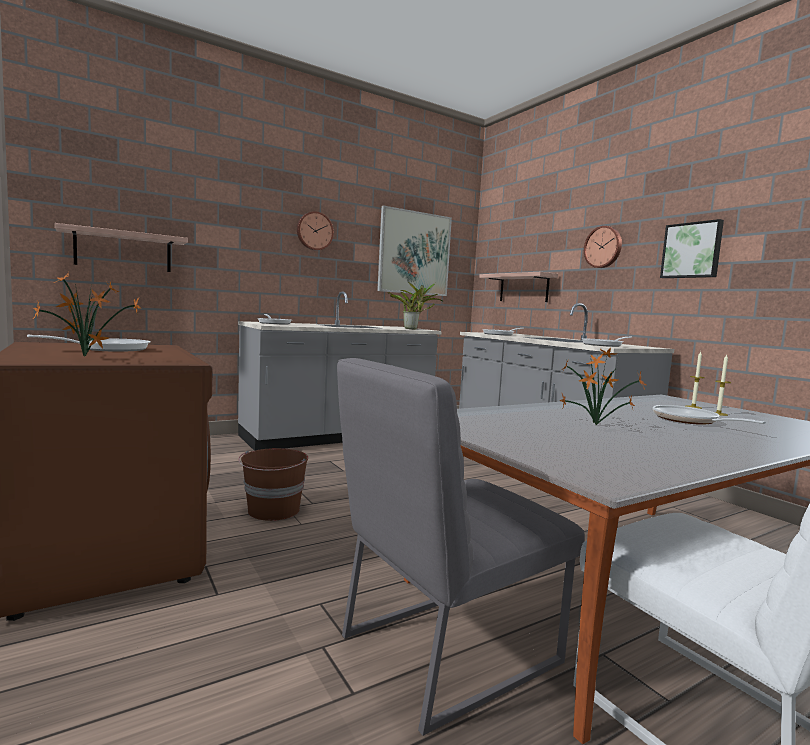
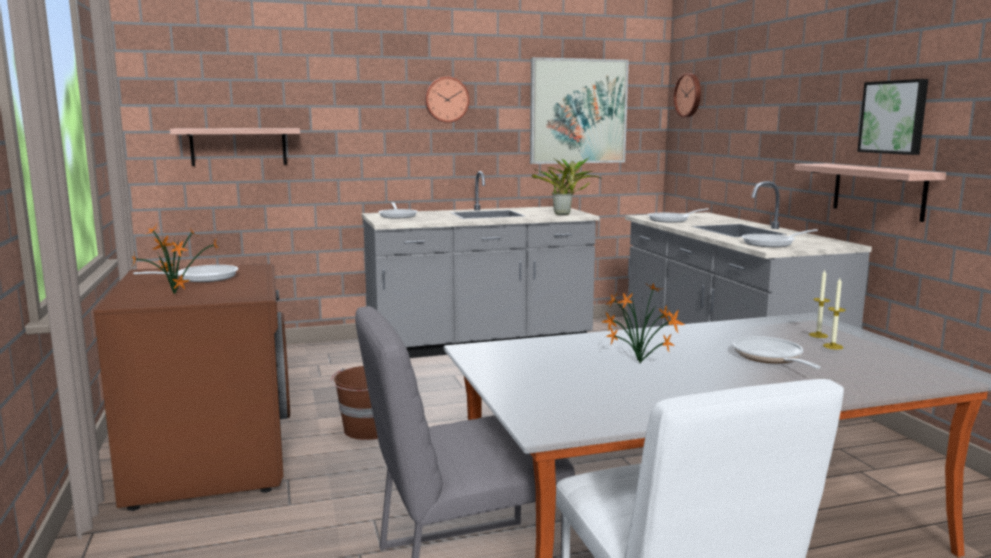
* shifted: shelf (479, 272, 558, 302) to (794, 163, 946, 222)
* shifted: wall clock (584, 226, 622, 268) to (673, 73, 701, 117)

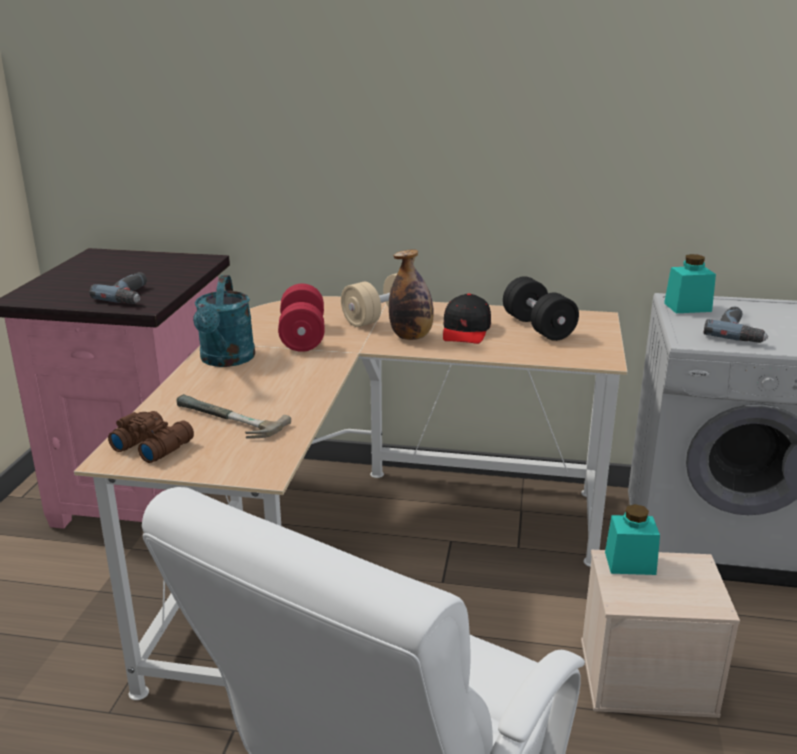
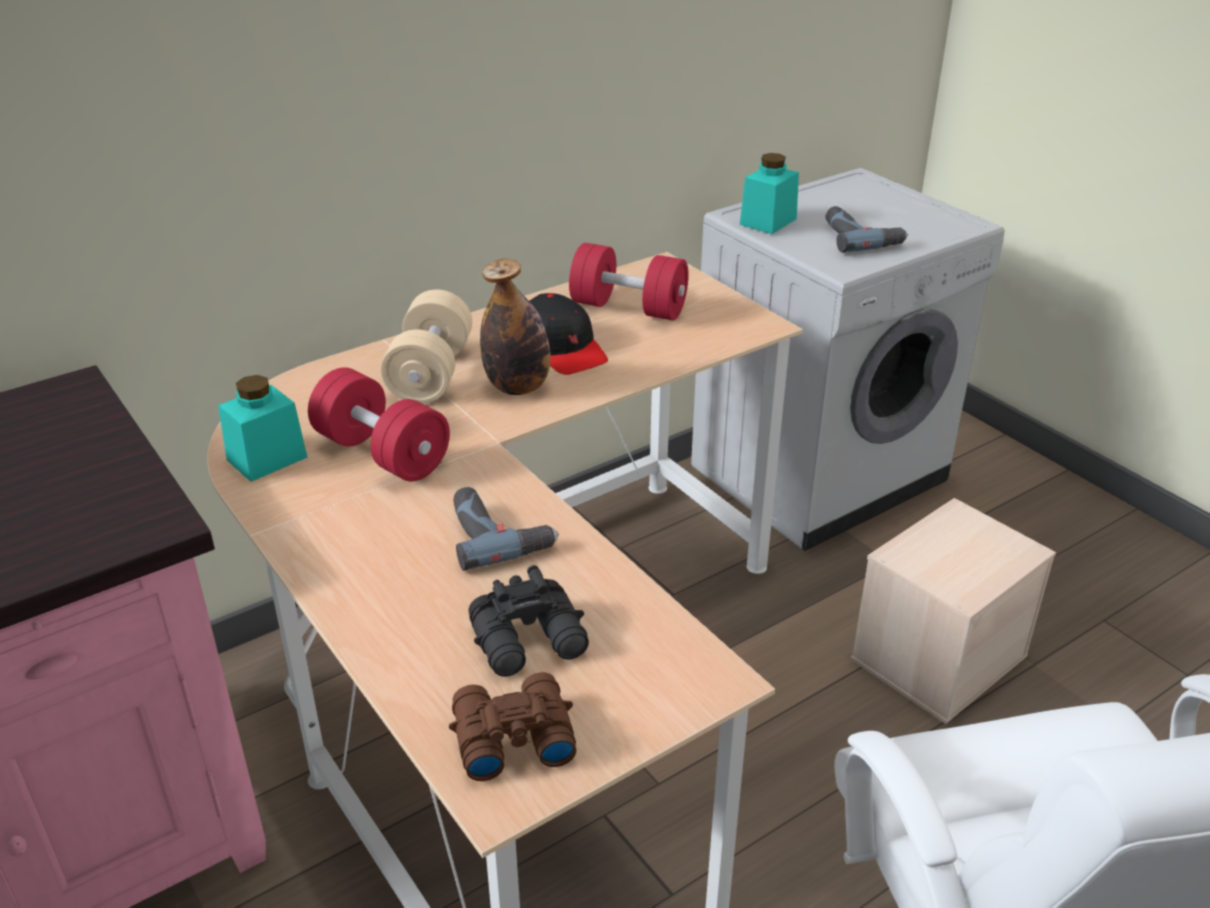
* shifted: power drill (89, 272, 147, 304) to (453, 487, 559, 570)
* swapped: hammer (177, 394, 291, 439) to black binoculars (468, 565, 589, 677)
* gone: turquoise watering can (193, 275, 255, 367)
* repainted: black dumbbell (503, 276, 579, 341) to red dumbbell (569, 243, 689, 320)
* shifted: turquoise jar (605, 504, 660, 575) to (218, 375, 308, 482)

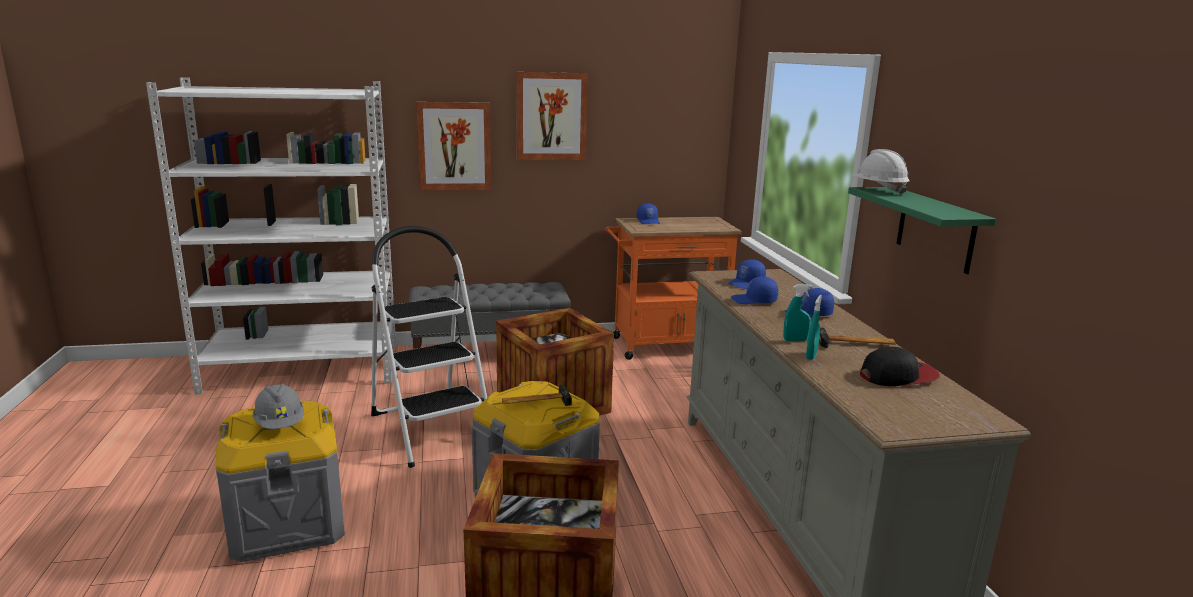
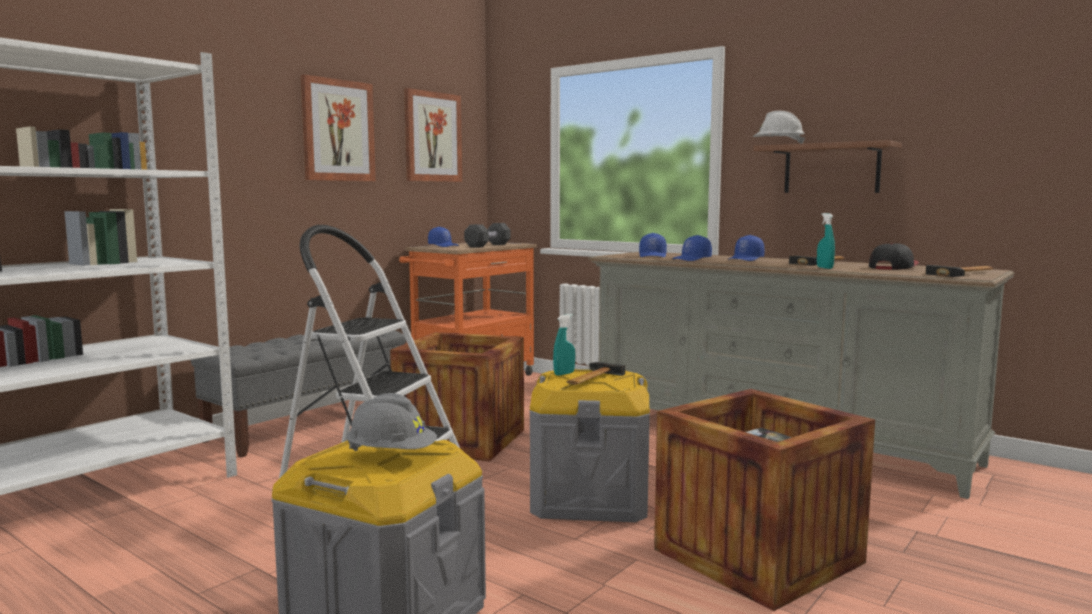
* shifted: picture (416, 102, 491, 190) to (404, 88, 462, 182)
* shifted: turquoise spray bottle (783, 284, 812, 342) to (553, 314, 575, 376)
* repainted: green shelf (848, 187, 996, 274) to brown shelf (754, 140, 902, 193)
* new: black dumbbell (464, 223, 510, 248)
* new: hammer (925, 265, 993, 277)

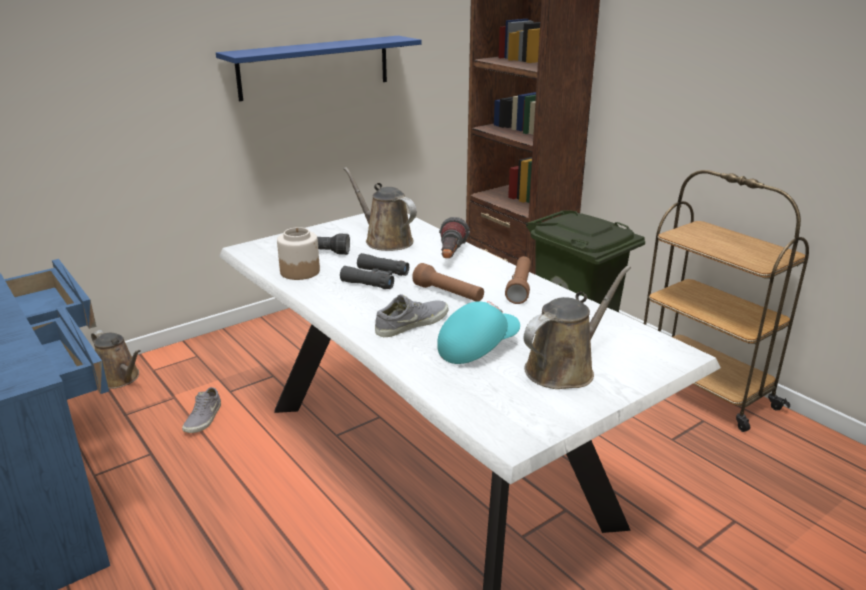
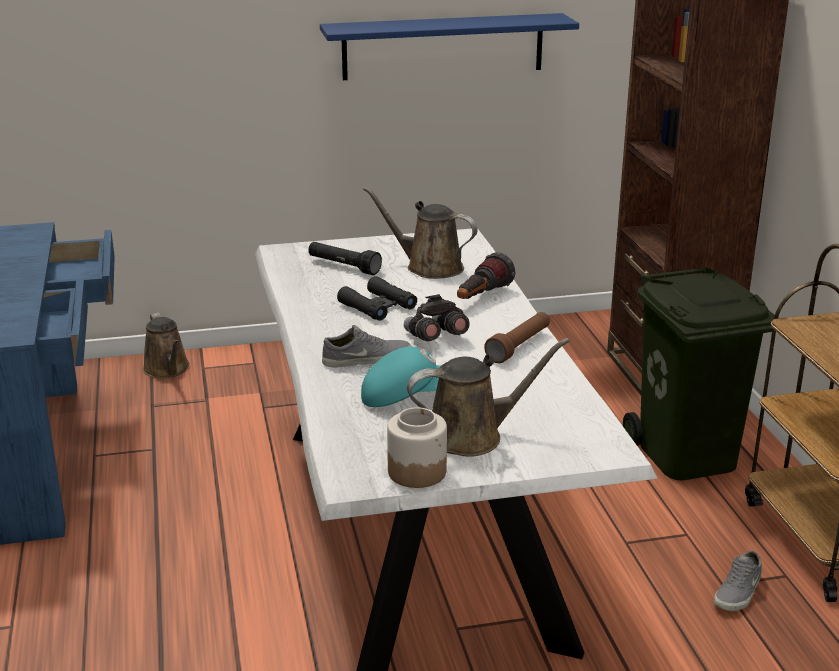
* shifted: grey shoe (182, 387, 221, 433) to (714, 551, 762, 611)
* shifted: jar (277, 227, 320, 280) to (387, 407, 447, 488)
* rotated: brown watering can (344, 167, 417, 251) = (363, 187, 478, 279) 45 degrees counterclockwise
* swapped: brown flashlight (412, 263, 484, 302) to grey binoculars (404, 294, 470, 341)

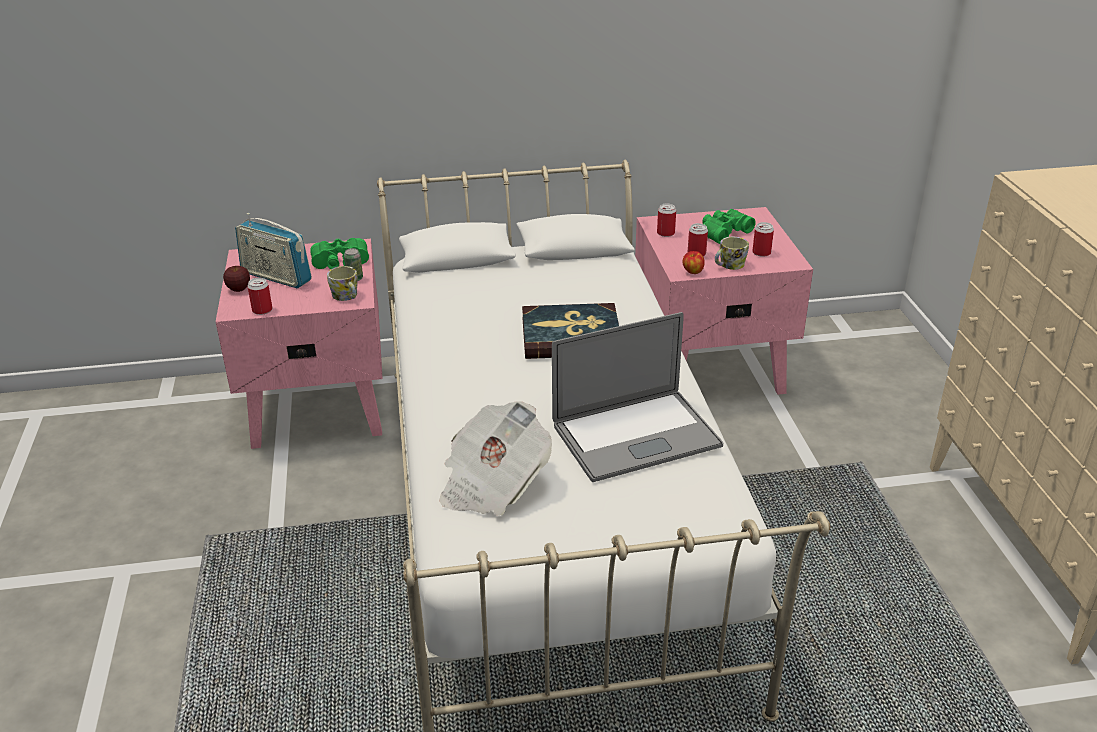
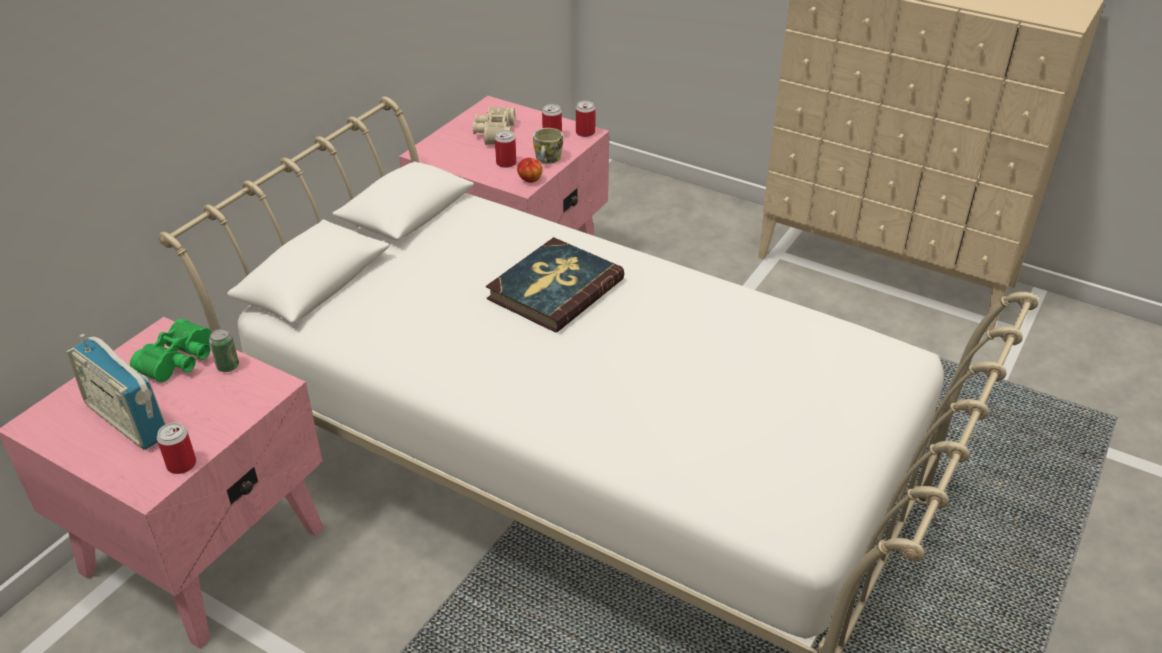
* gone: apple (223, 266, 250, 292)
* rotated: radio (235, 213, 312, 288) = (66, 334, 165, 450) 60 degrees clockwise
* gone: mug (327, 266, 358, 301)
* gone: newspaper (439, 401, 552, 516)
* gone: laptop (552, 312, 723, 482)
* shifted: can (657, 204, 676, 237) to (576, 101, 595, 137)
* repainted: green binoculars (702, 209, 756, 244) to beige binoculars (473, 107, 515, 145)

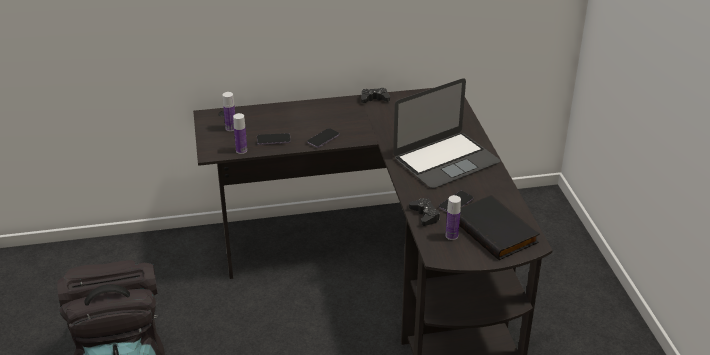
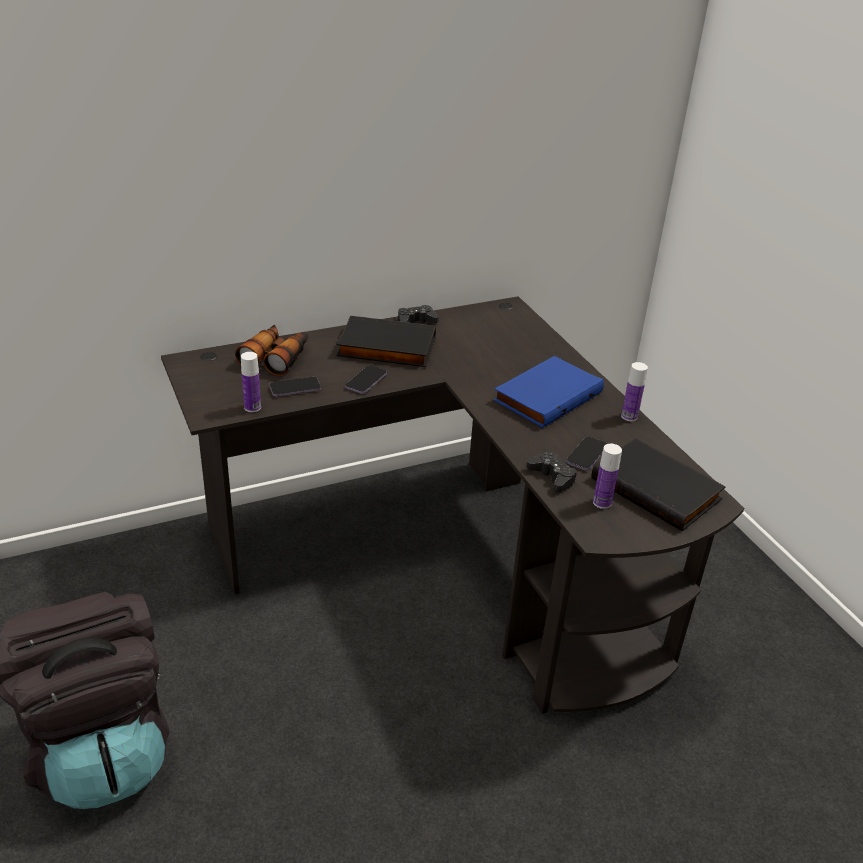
* shifted: bottle (223, 92, 235, 131) to (621, 362, 648, 421)
* swapped: laptop (393, 78, 500, 189) to blue book (493, 356, 604, 428)
* new: binoculars (235, 325, 308, 376)
* new: black book (337, 316, 436, 367)

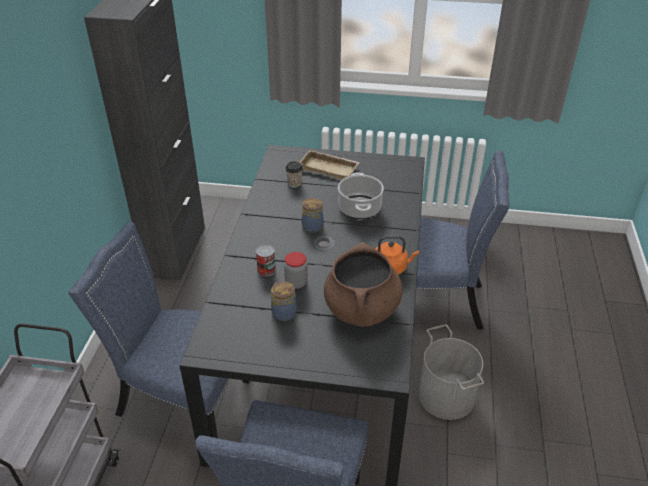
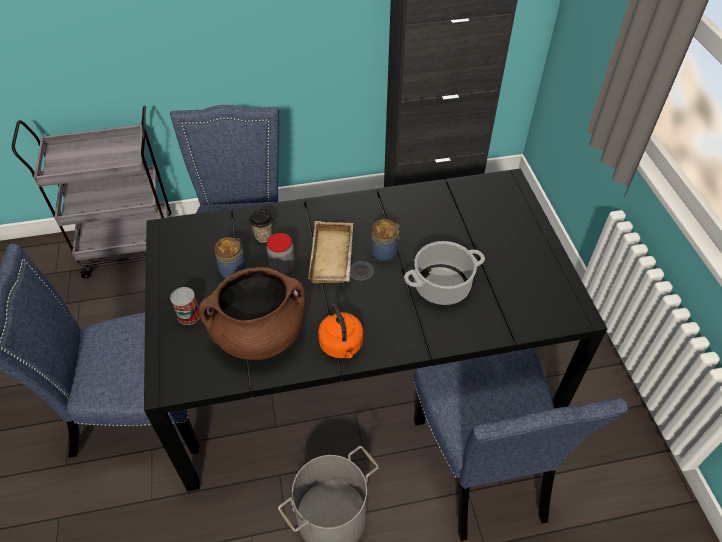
* shifted: can (256, 244, 276, 276) to (170, 287, 200, 325)
* shifted: cup (285, 161, 303, 188) to (249, 209, 273, 242)
* shifted: beige tray (299, 150, 360, 179) to (308, 221, 353, 284)

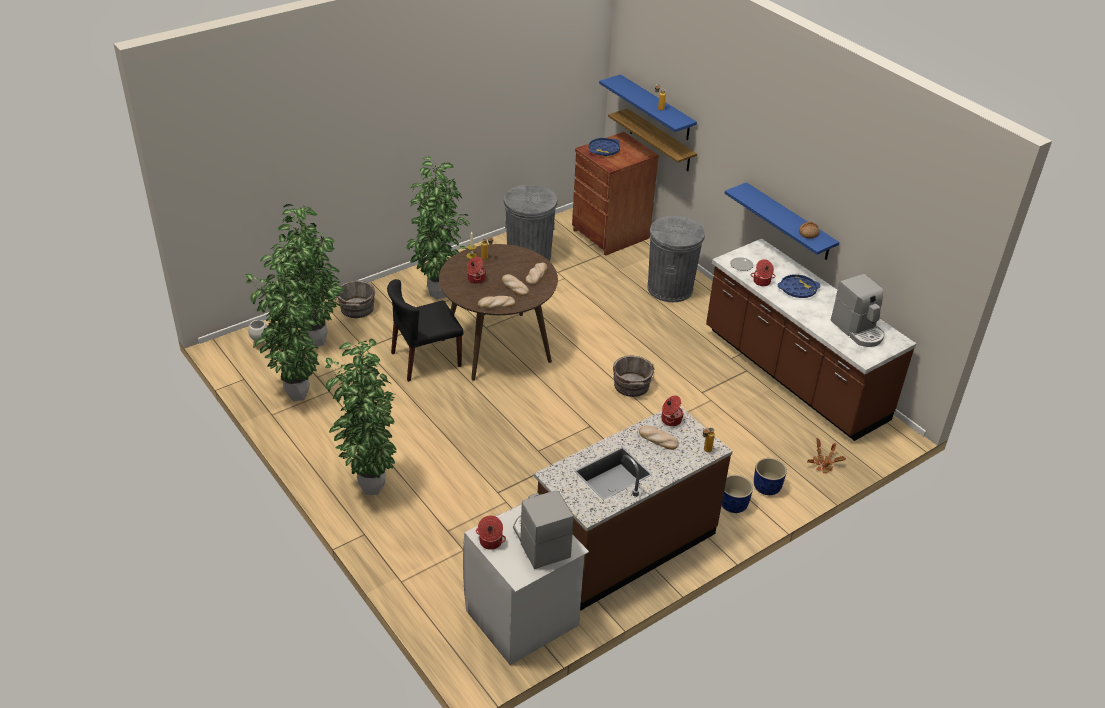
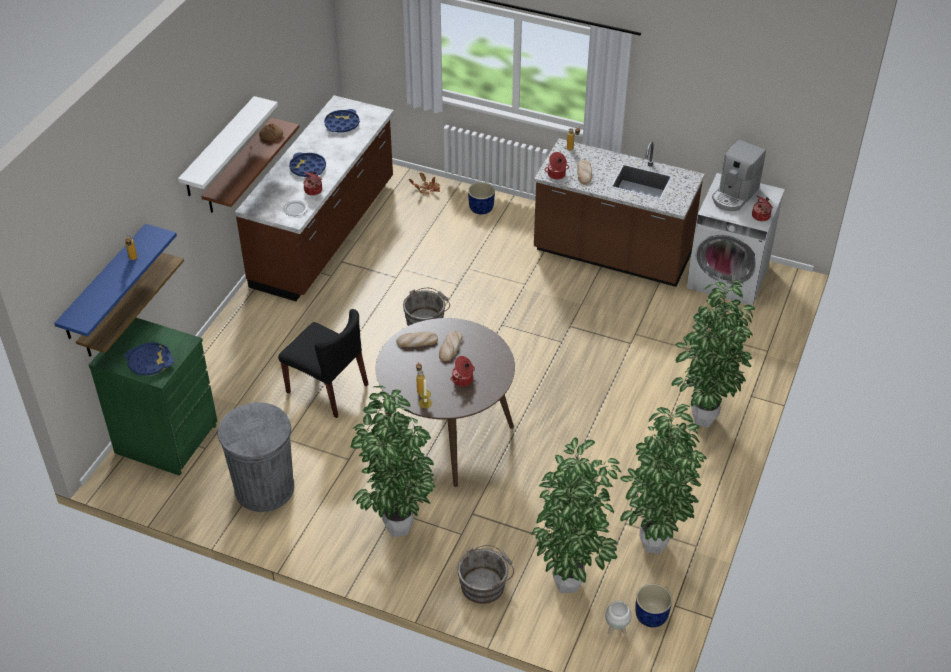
* shifted: black chair (387, 279, 463, 382) to (278, 309, 369, 418)
* gone: bread (478, 296, 515, 308)
* repainted: brown dresser (572, 132, 659, 256) to green dresser (89, 318, 217, 476)
* gone: grey trash can (647, 216, 705, 302)
* shifted: blue planter (722, 475, 753, 513) to (635, 584, 672, 627)
* repainted: blue shelf (724, 182, 839, 260) to brown shelf (201, 117, 299, 213)
* swapped: coffee machine (830, 274, 885, 347) to blue tray (324, 109, 360, 132)
* new: white shelf (178, 96, 278, 196)

